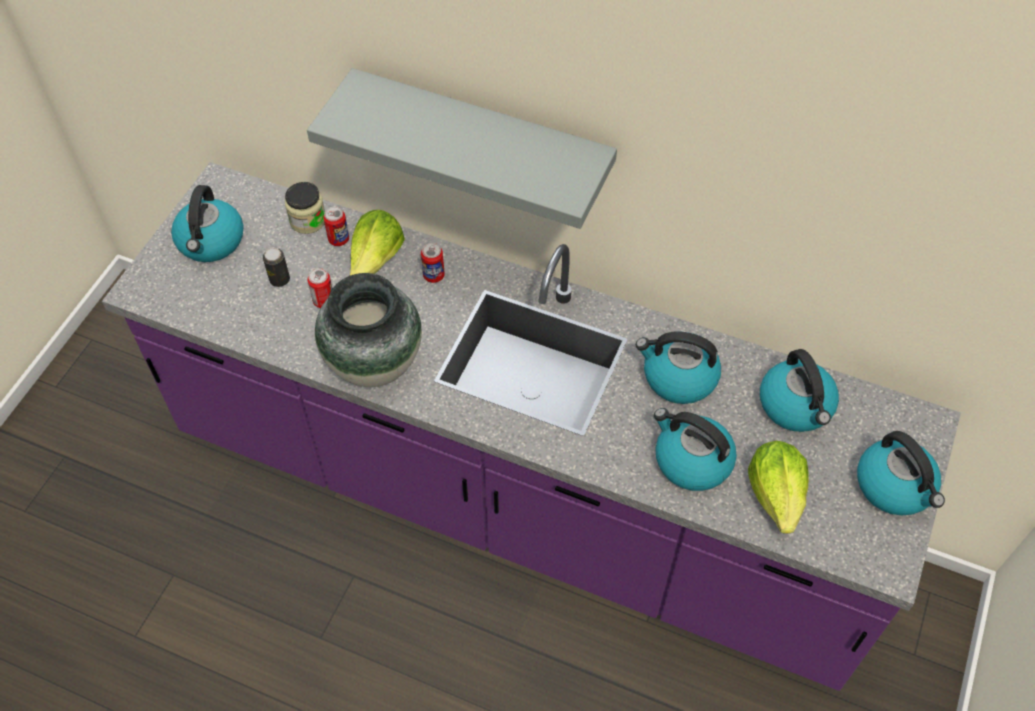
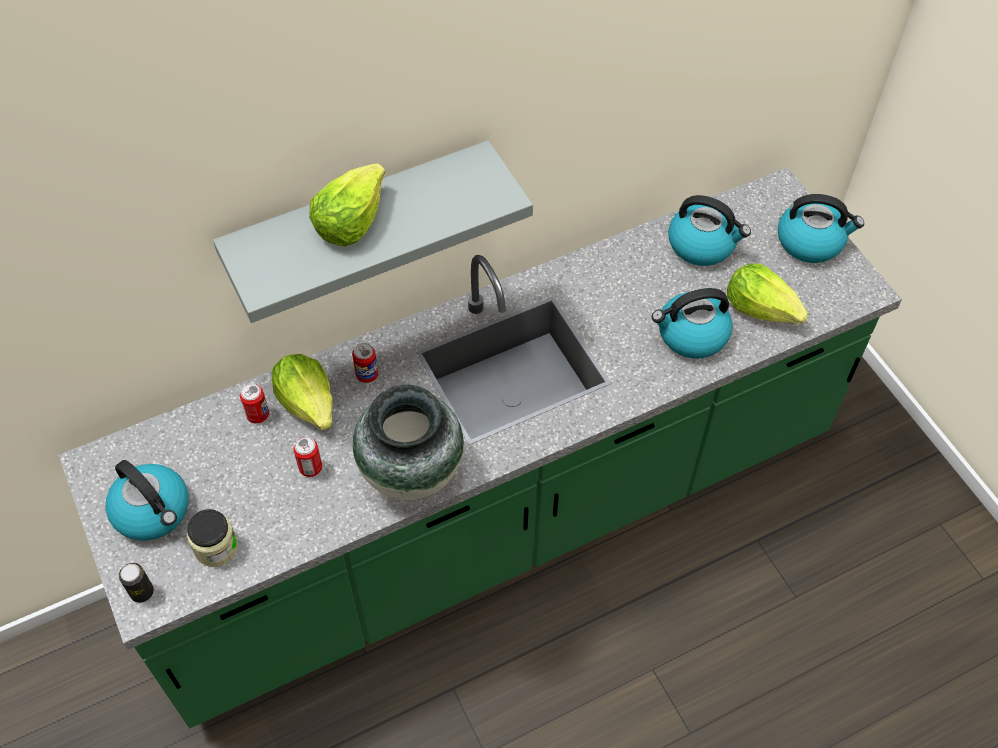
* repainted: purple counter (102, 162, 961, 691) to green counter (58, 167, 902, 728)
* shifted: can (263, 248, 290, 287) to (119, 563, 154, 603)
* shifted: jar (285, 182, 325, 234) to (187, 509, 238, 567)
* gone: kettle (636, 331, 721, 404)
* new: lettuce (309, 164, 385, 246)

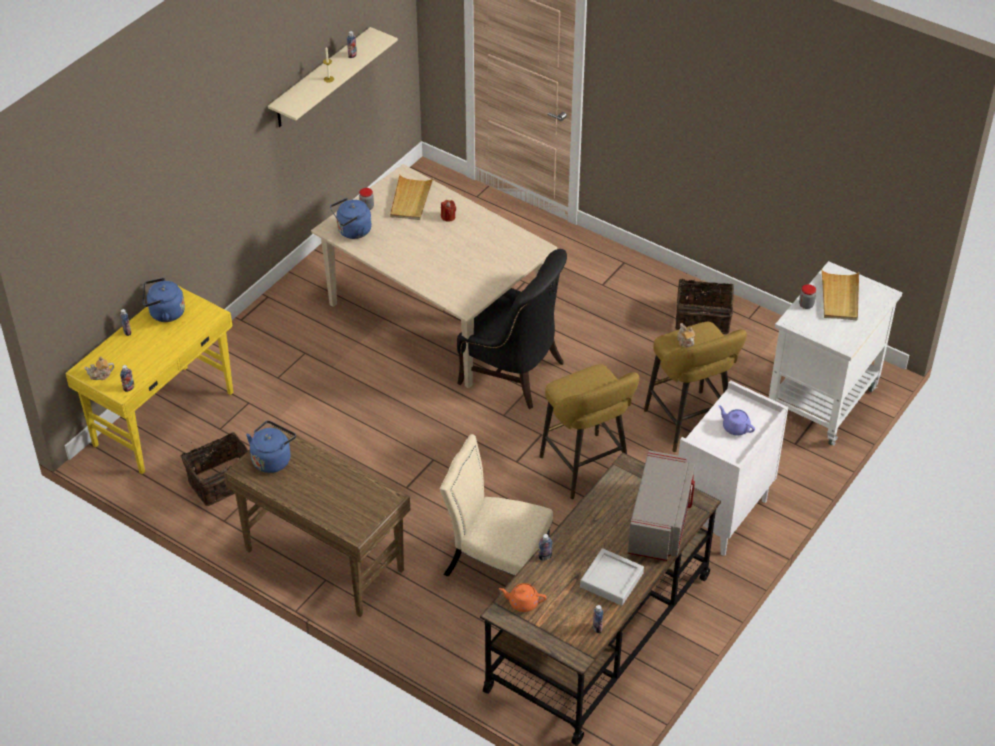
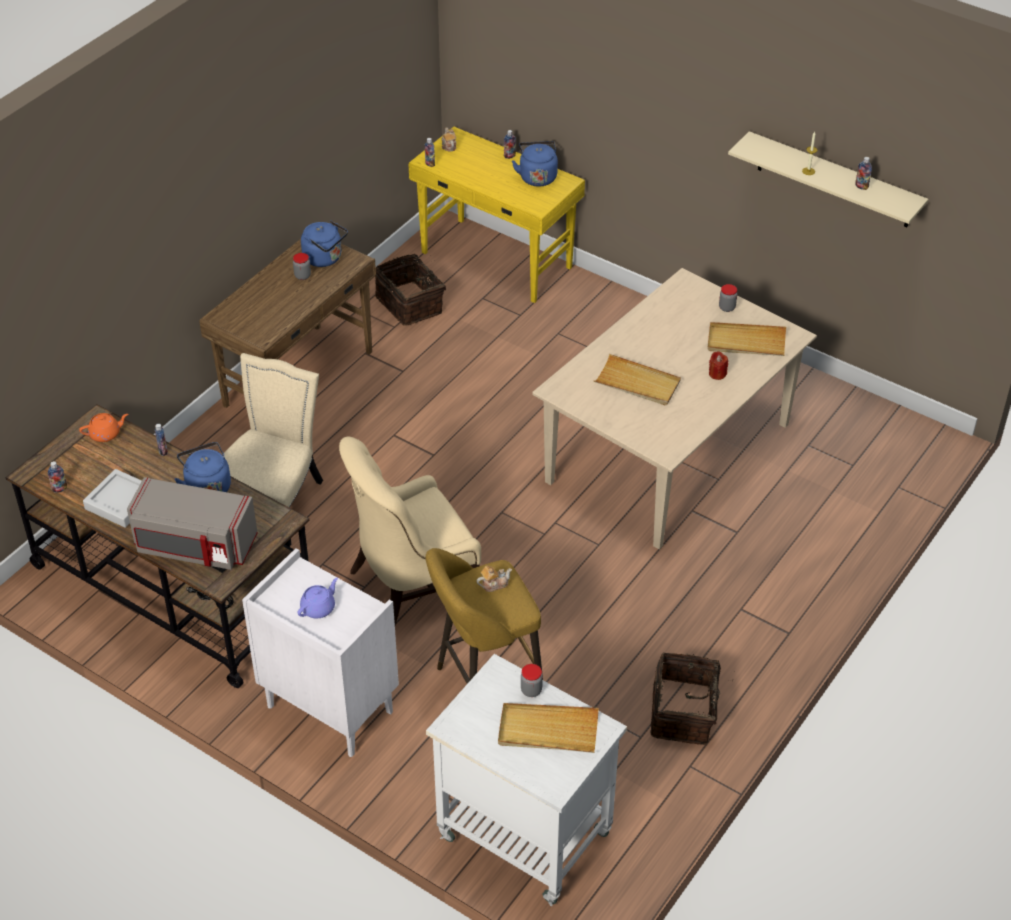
* shifted: blue kettle (330, 198, 372, 239) to (174, 442, 231, 492)
* gone: black chair (457, 249, 567, 409)
* rotated: orange teapot (499, 583, 547, 612) = (79, 413, 128, 442) 60 degrees clockwise
* swapped: yellow stool (539, 364, 639, 499) to beige chair (339, 437, 481, 625)
* new: jar (293, 253, 311, 280)
* new: beige tray (593, 354, 681, 405)

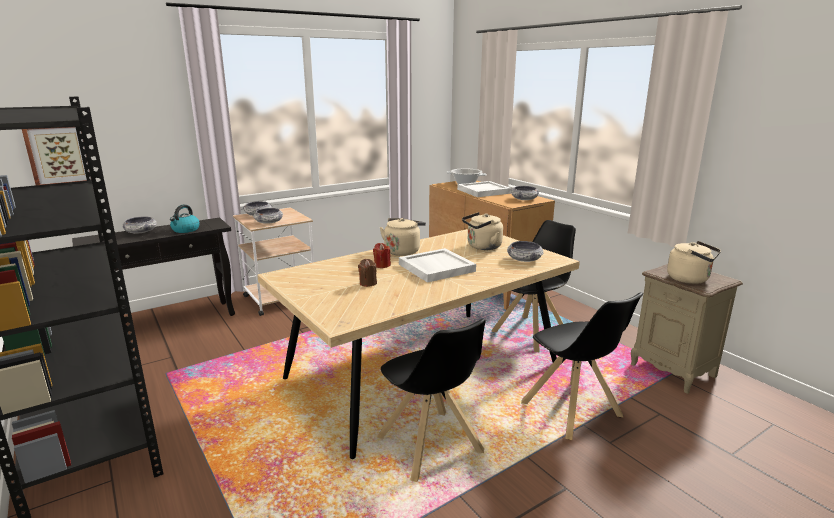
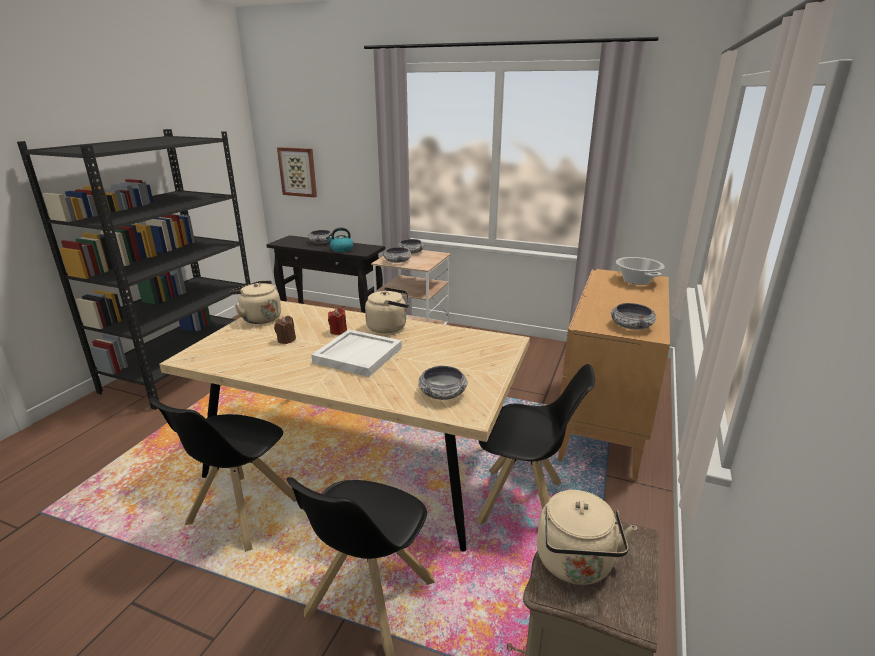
* gone: white tray (457, 181, 511, 197)
* shifted: beige kettle (462, 212, 503, 250) to (229, 280, 281, 324)

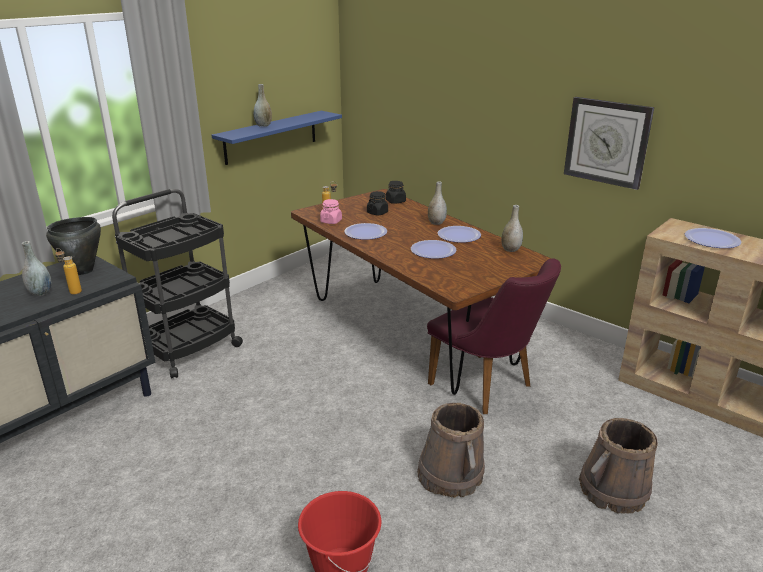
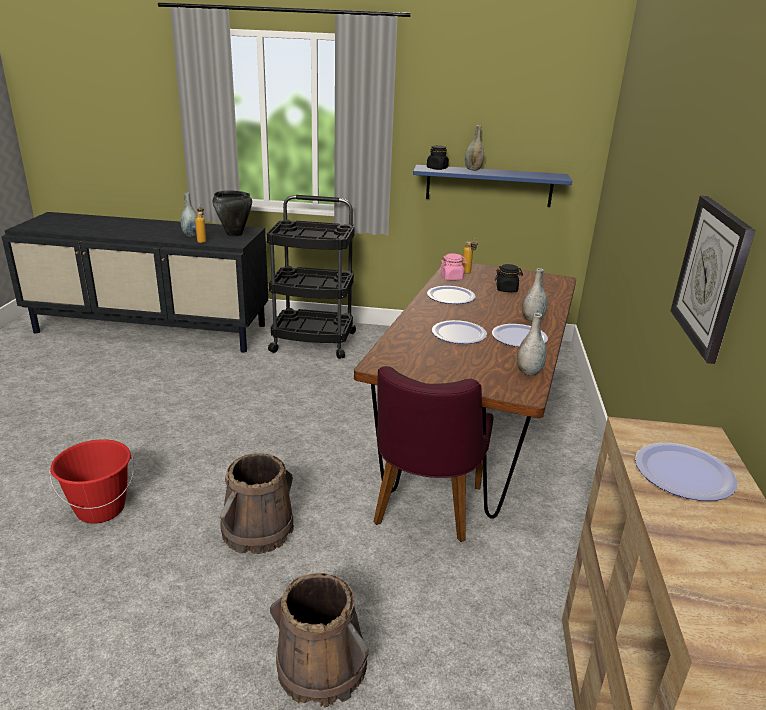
* shifted: black jar (386, 181, 406, 204) to (427, 146, 449, 170)

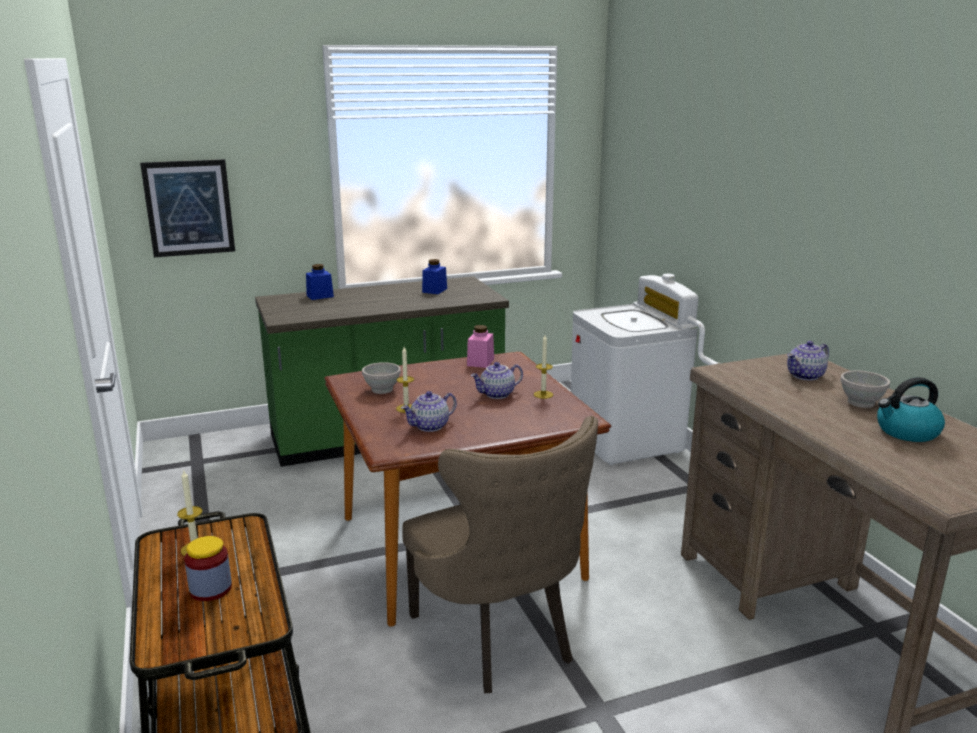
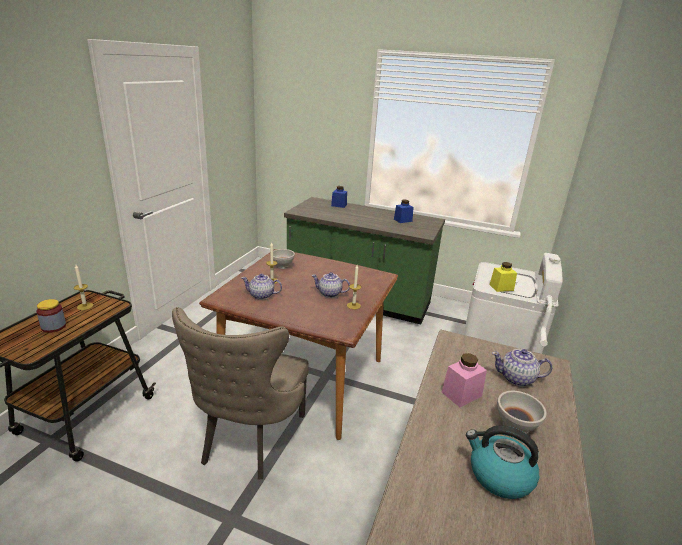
* gone: picture (140, 159, 235, 257)
* shifted: pink jar (467, 325, 494, 368) to (442, 353, 487, 407)
* new: yellow jar (489, 262, 517, 292)

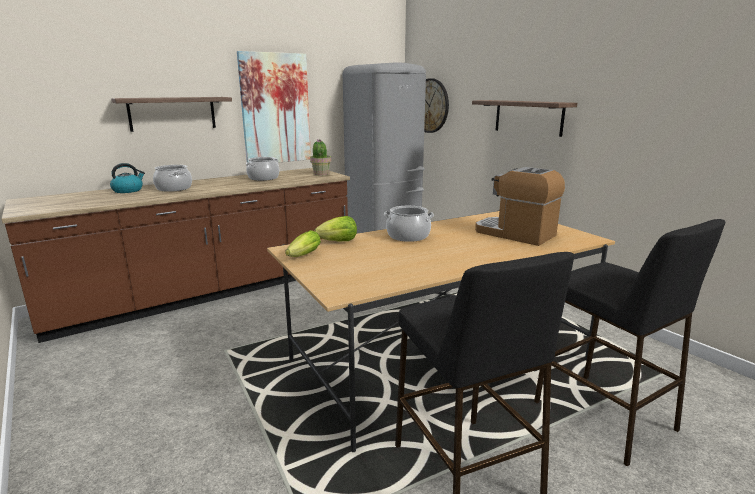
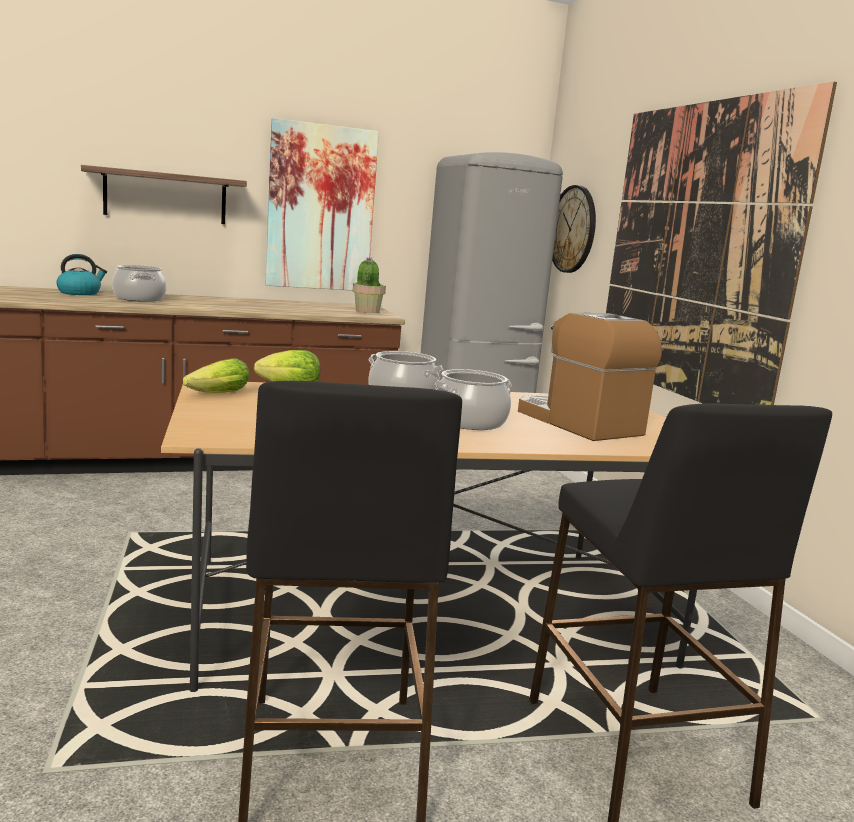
* shifted: cooking pot (246, 157, 279, 181) to (434, 369, 512, 430)
* swapped: shelf (472, 100, 577, 137) to picture (606, 82, 837, 405)

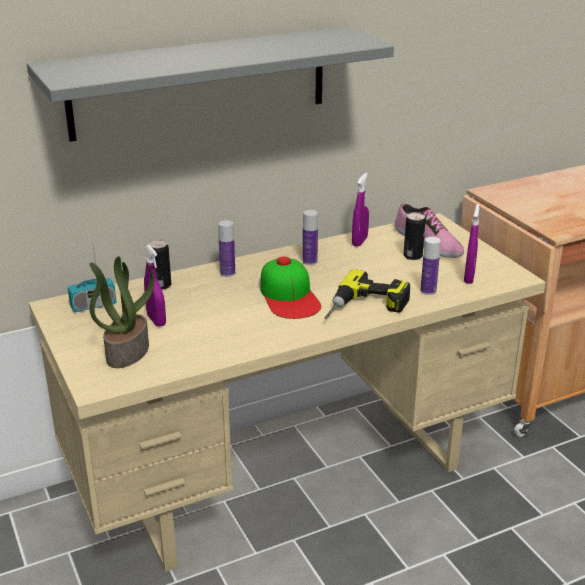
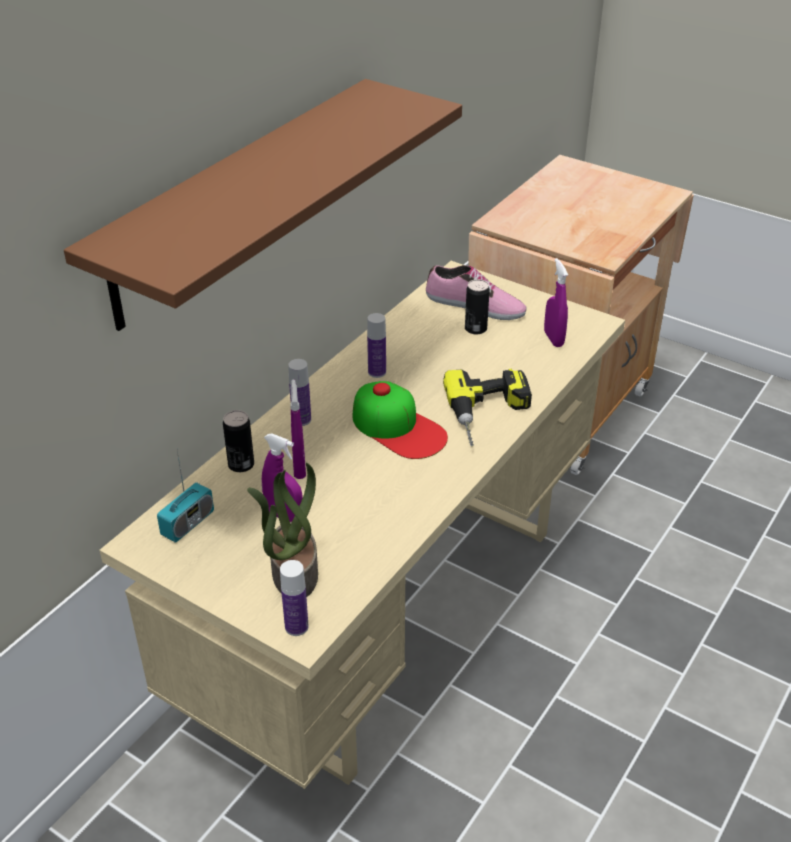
* repainted: grey shelf (27, 26, 394, 142) to brown shelf (64, 79, 462, 331)
* shifted: purple spray bottle (352, 173, 369, 247) to (290, 379, 306, 479)
* shifted: bottle (421, 237, 441, 295) to (280, 560, 309, 636)

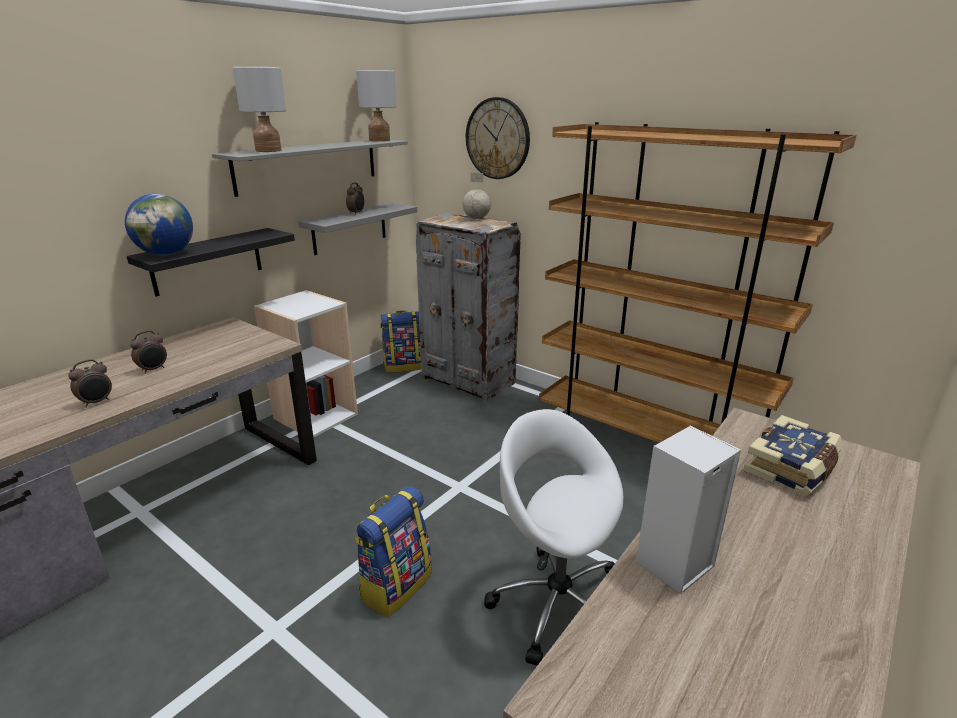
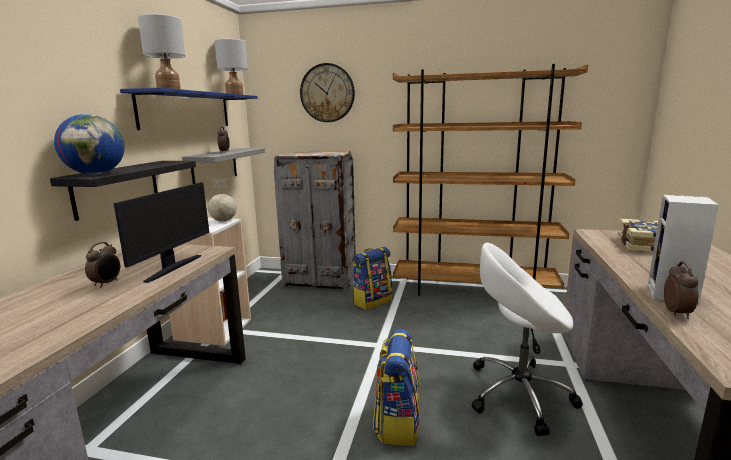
* shifted: alarm clock (68, 359, 112, 408) to (664, 262, 699, 319)
* repainted: grey shelf (212, 140, 408, 197) to blue shelf (120, 87, 258, 130)
* shifted: backpack (380, 310, 421, 373) to (353, 247, 393, 310)
* shifted: globe (463, 173, 491, 219) to (208, 179, 237, 222)
* new: monitor (114, 182, 209, 283)

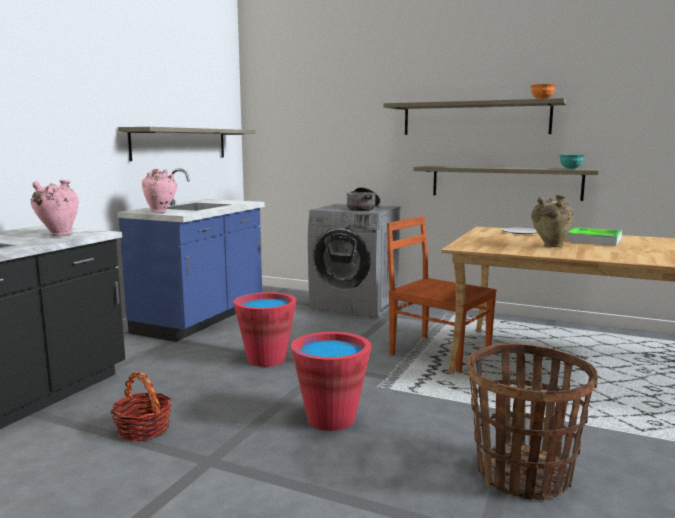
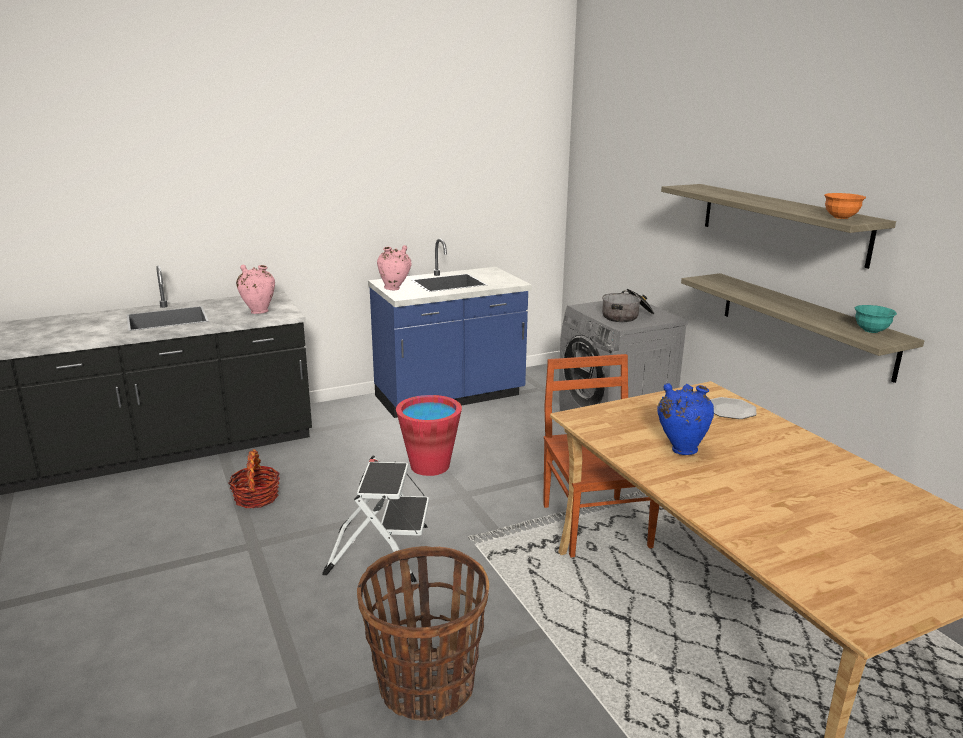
* gone: shelf (118, 127, 255, 161)
* swapped: red bucket (291, 332, 371, 431) to step ladder (322, 456, 429, 582)
* repainted: beige vase (531, 195, 574, 247) to blue vase (657, 383, 714, 455)
* gone: tray (566, 227, 622, 246)

